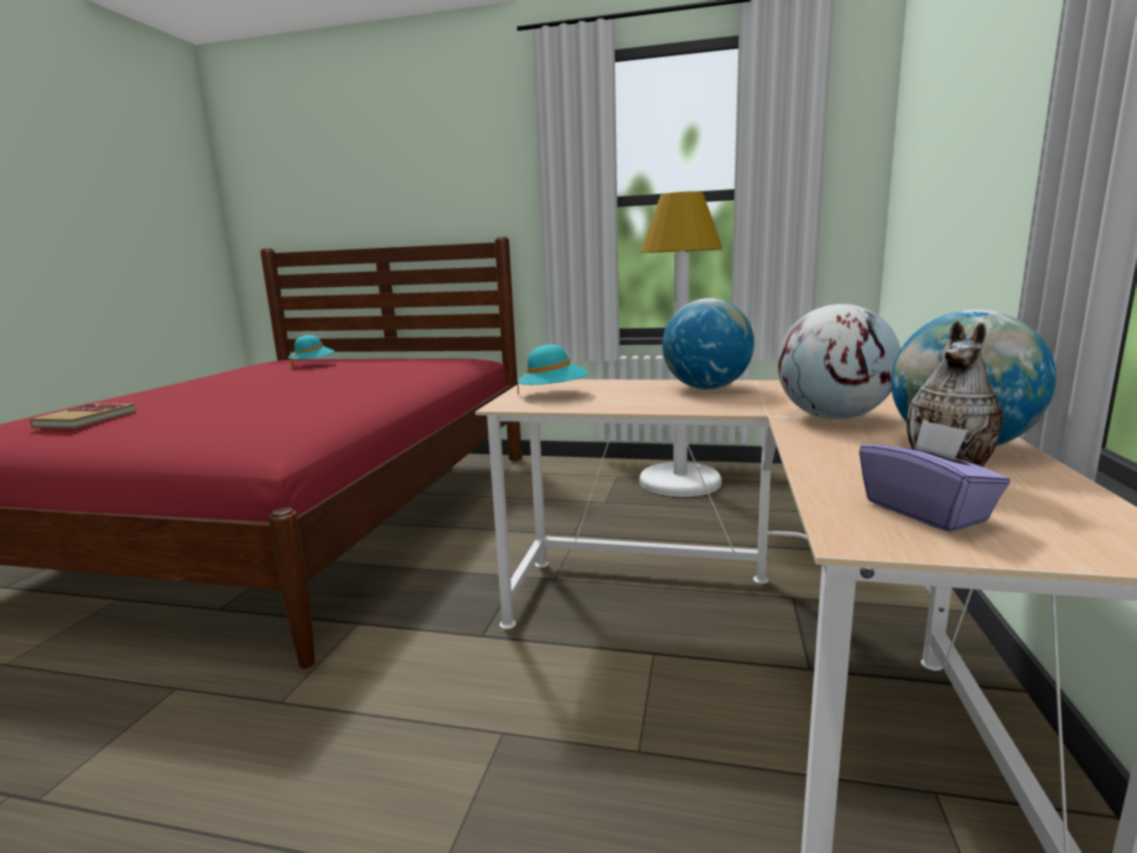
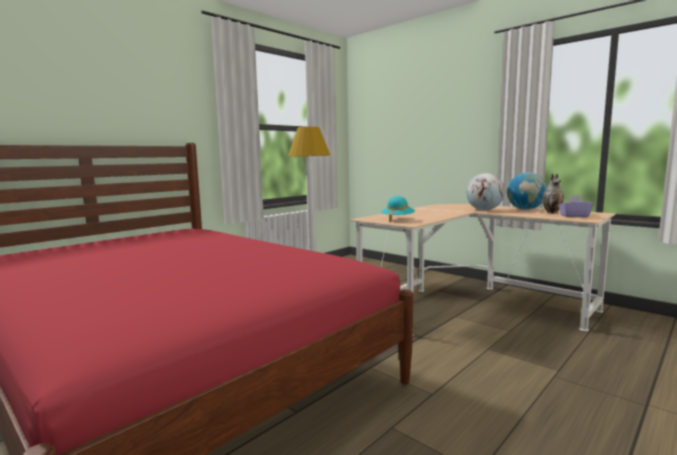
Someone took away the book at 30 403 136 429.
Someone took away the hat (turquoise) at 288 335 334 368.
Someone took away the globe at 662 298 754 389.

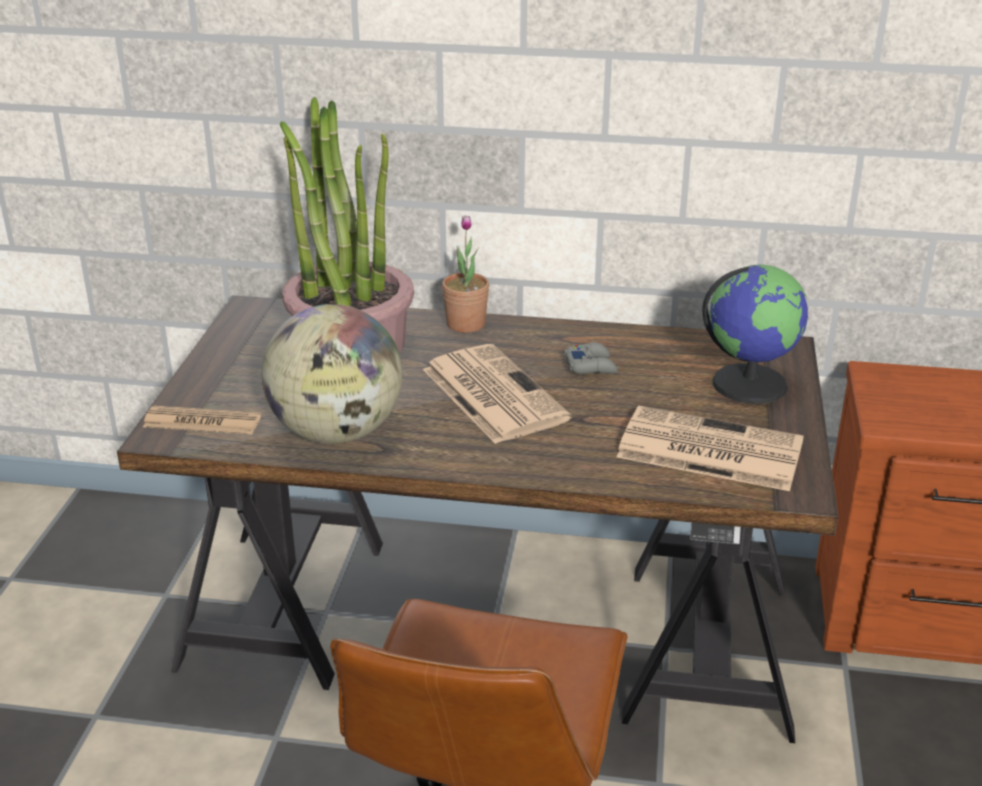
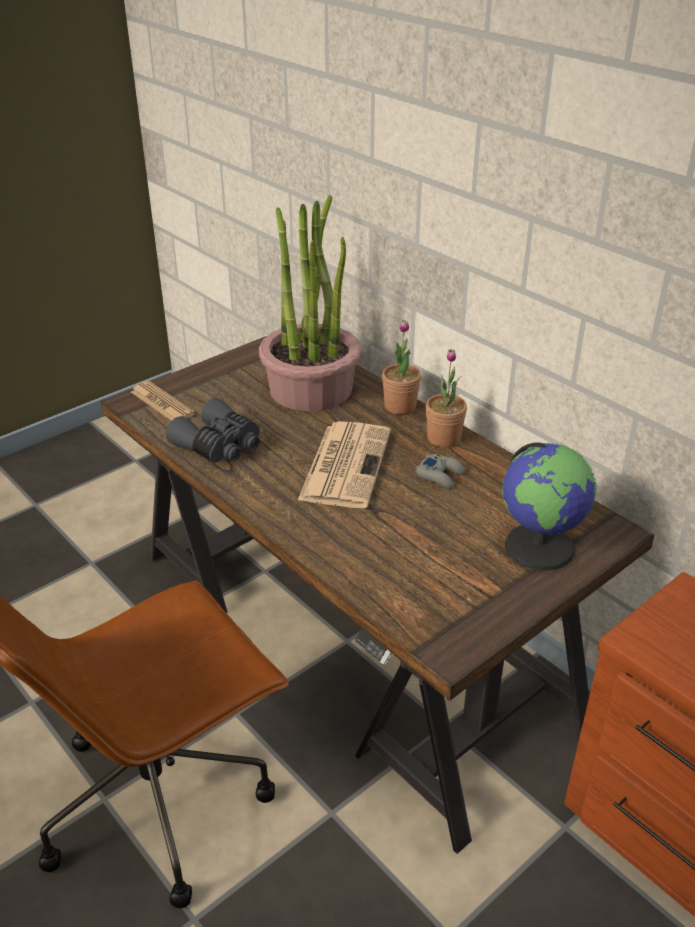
Someone swapped the globe at 262 304 402 444 for the binoculars (grey) at 166 398 260 463.
Someone took away the newspaper at 617 406 804 491.
Someone put down the potted plant at 426 349 467 447.

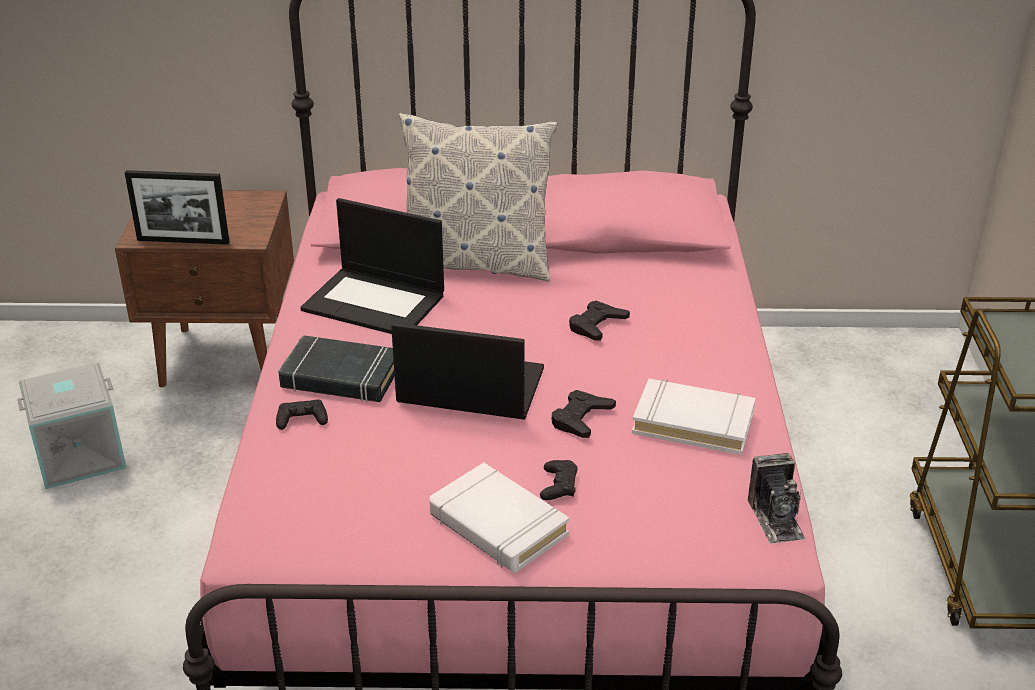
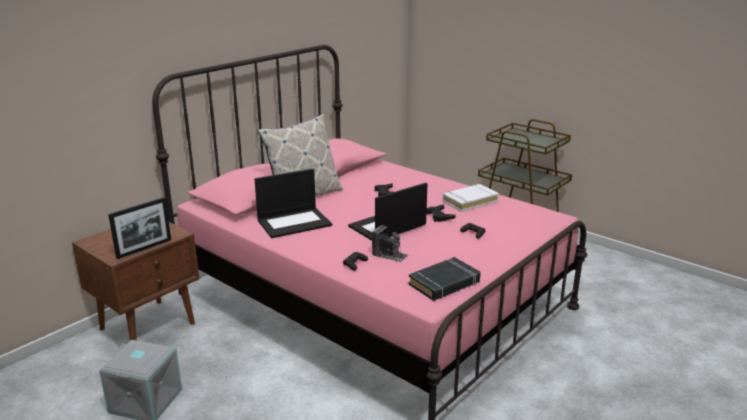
Someone carried the book (black) from 278 335 395 402 to 408 257 481 301.
Someone took away the book (white) at 429 463 569 573.
Someone carried the photo camera from 748 453 805 544 to 372 225 408 262.

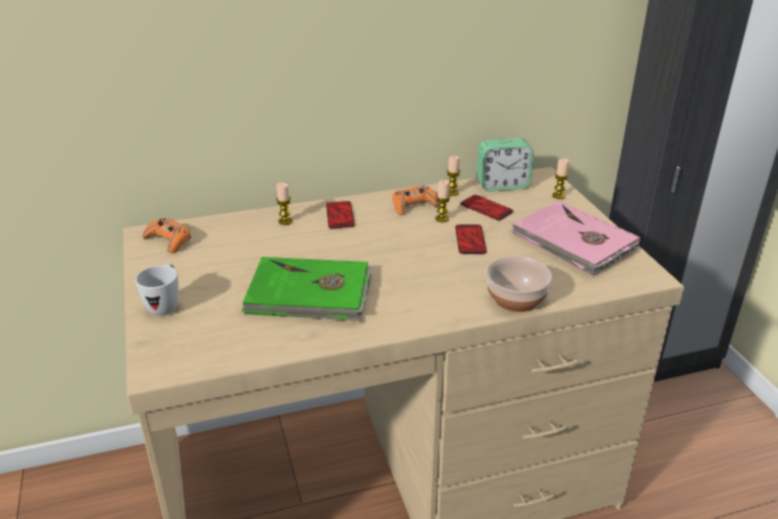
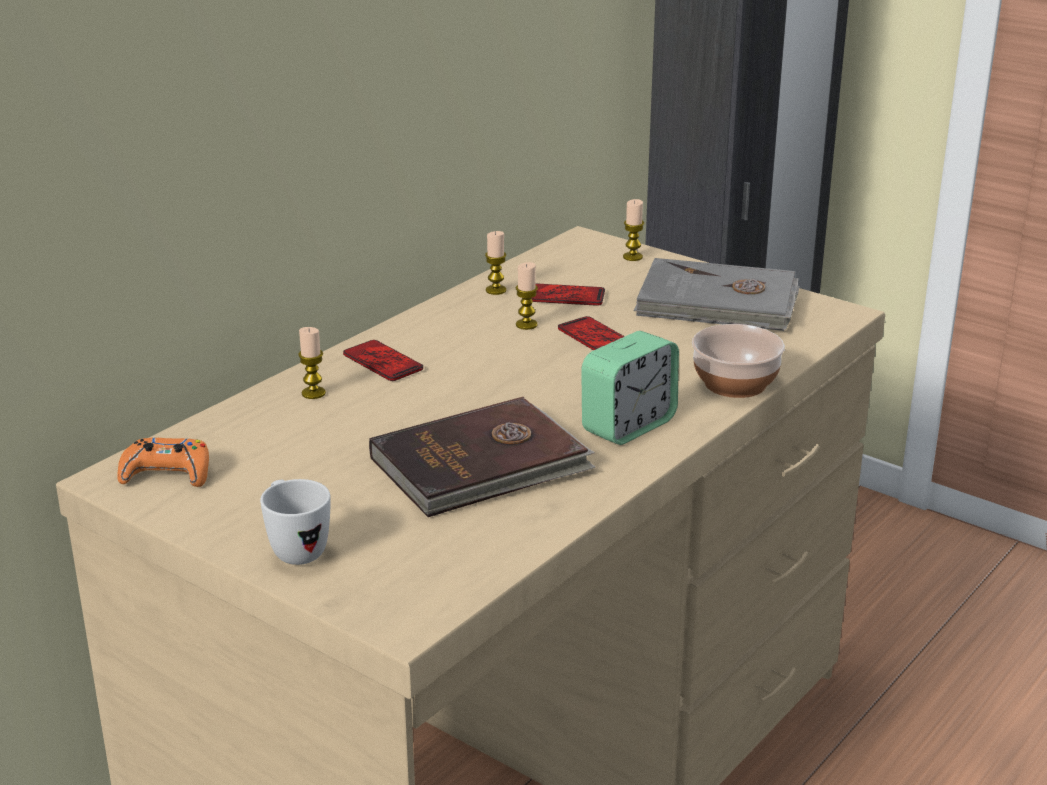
Someone repainted the book (green) at 242 257 372 321, which became the book (brown) at 369 397 596 517.
Someone took away the game controller (orange) at 393 186 439 215.
Someone carried the alarm clock from 477 138 534 191 to 581 331 679 445.
Someone repainted the book (pink) at 511 200 640 275, which became the book (grey) at 634 258 800 331.

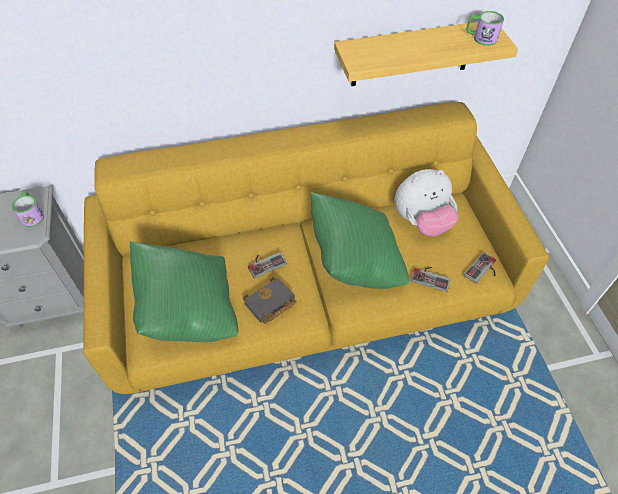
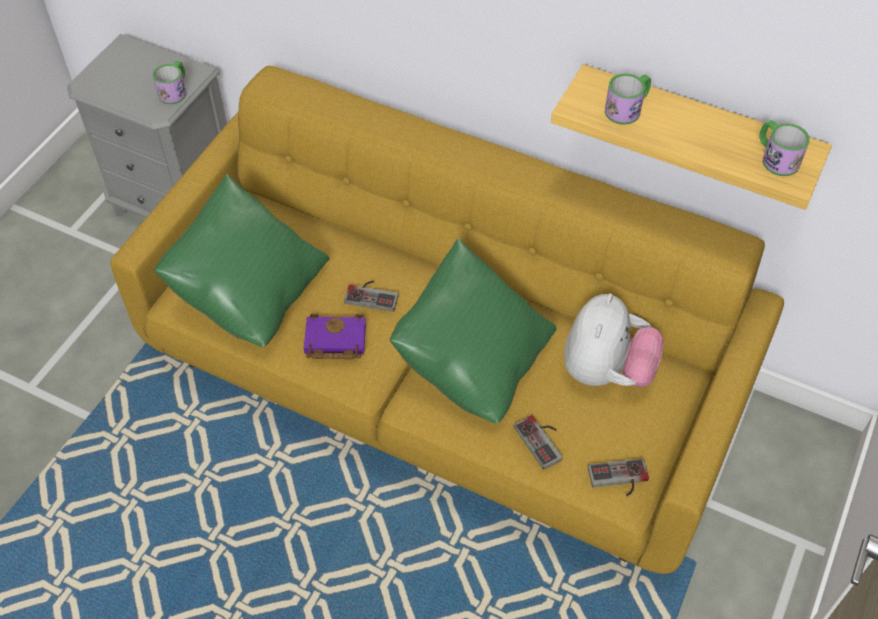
Someone repainted the book (black) at 243 277 297 324, which became the book (purple) at 304 313 366 359.
Someone rotated the plush toy at 394 169 458 237 by 90 degrees counterclockwise.
Someone put down the mug at 605 73 651 125.

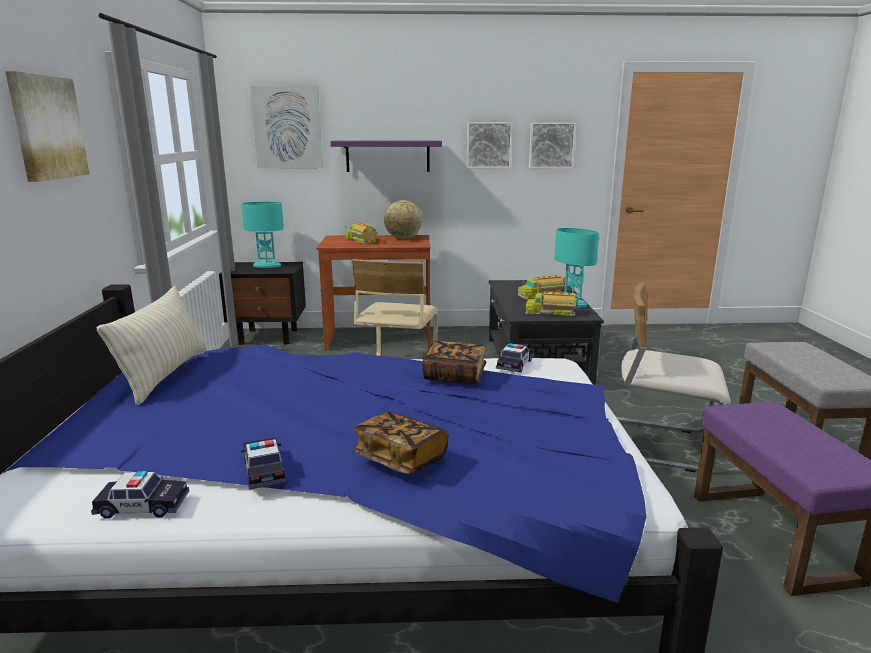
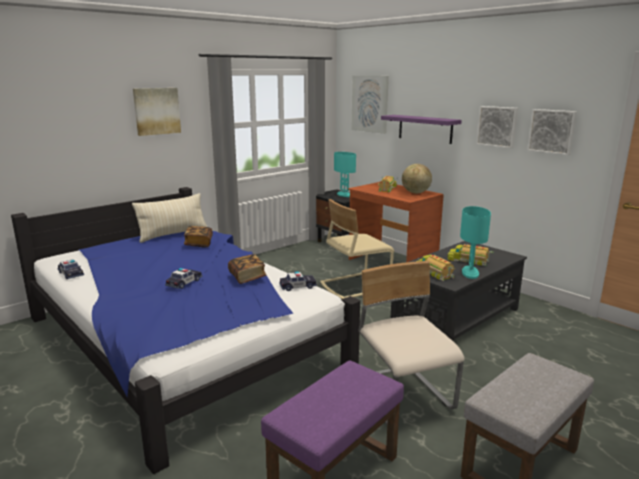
Someone carried the toy car from 241 437 287 490 to 165 268 202 289.
Someone carried the book from 353 412 449 475 to 184 226 213 248.

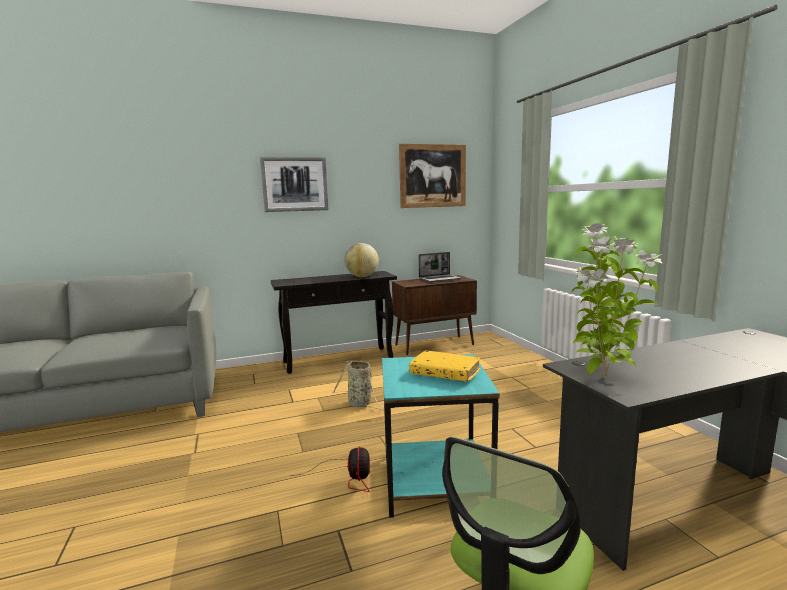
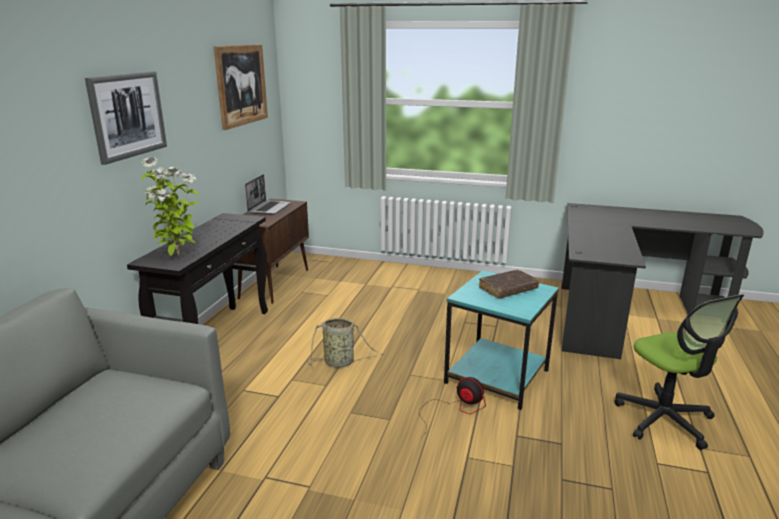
Someone took away the globe at 345 243 379 277.
Someone repainted the book (yellow) at 409 350 480 381, which became the book (brown) at 479 270 539 298.
Someone carried the potted plant from 572 223 662 377 to 141 157 199 256.

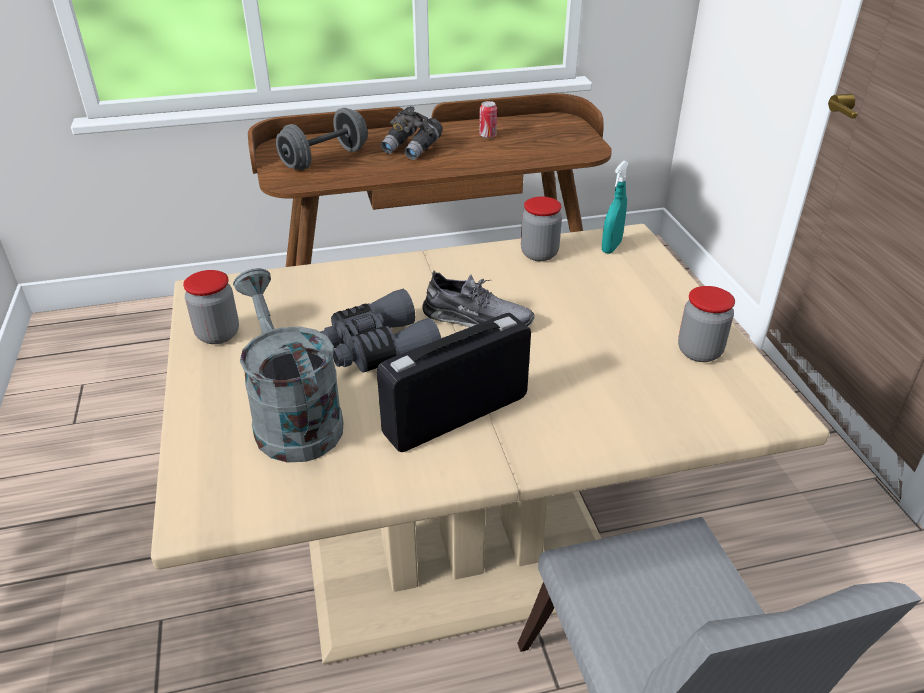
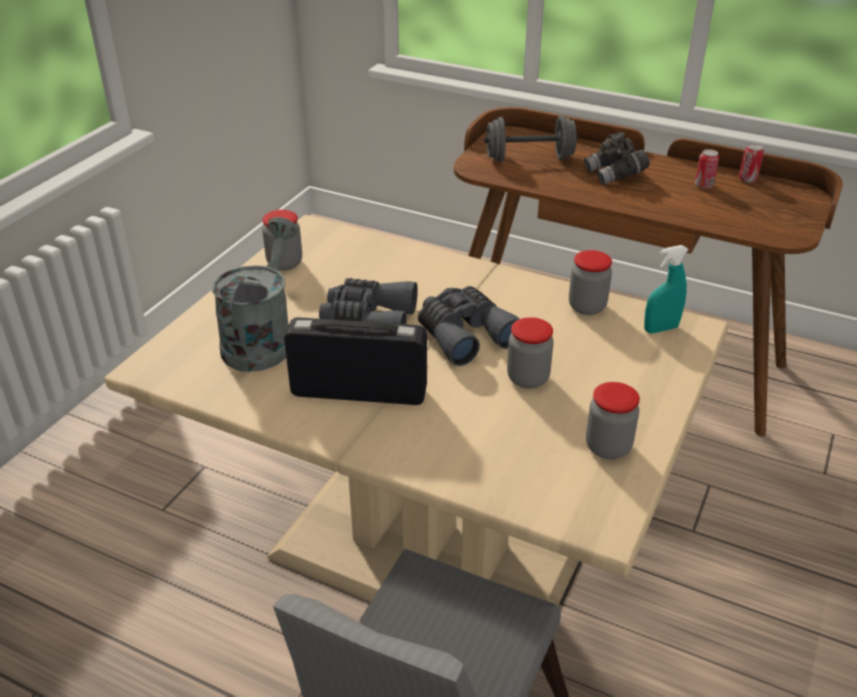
Someone swapped the shoe (grey) at 422 270 535 327 for the binoculars (grey) at 418 286 520 366.
Someone put down the jar at 507 317 554 389.
Someone put down the can at 739 143 764 182.

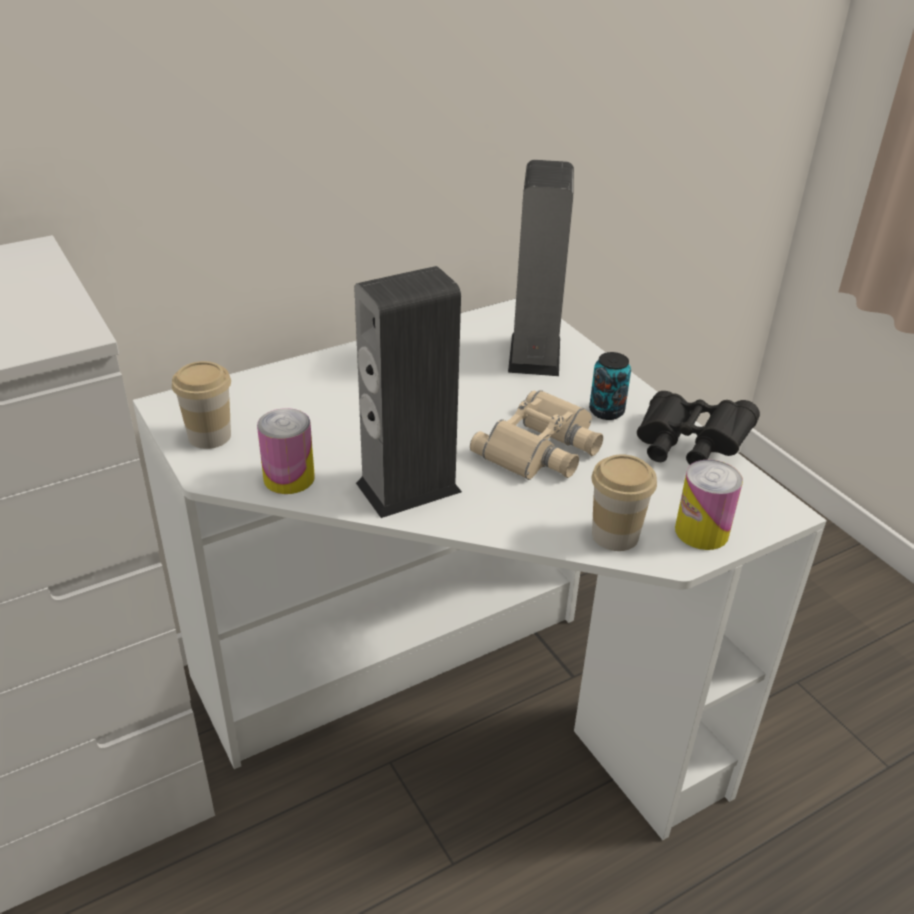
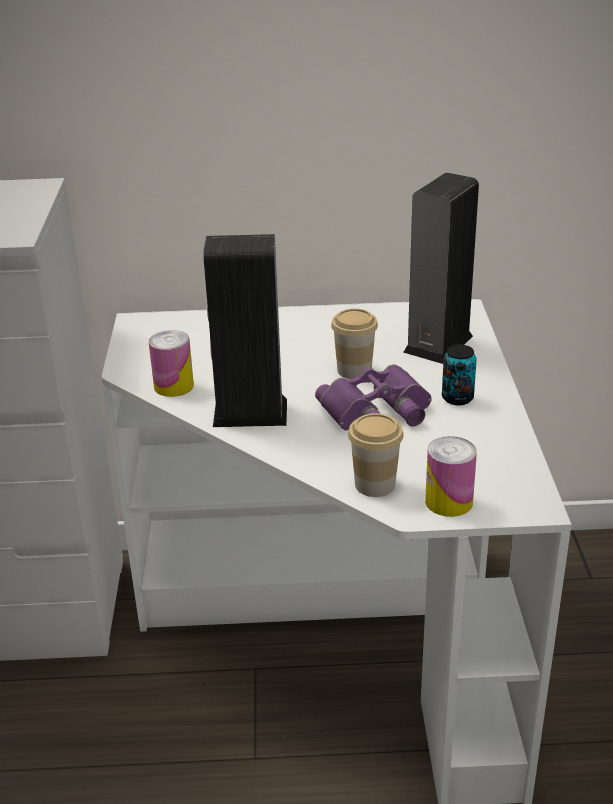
Someone carried the cup from 172 361 231 449 to 331 308 378 379.
Someone repainted the binoculars (beige) at 470 390 603 480, which became the binoculars (purple) at 315 364 432 430.
Someone took away the binoculars (black) at 637 391 760 465.

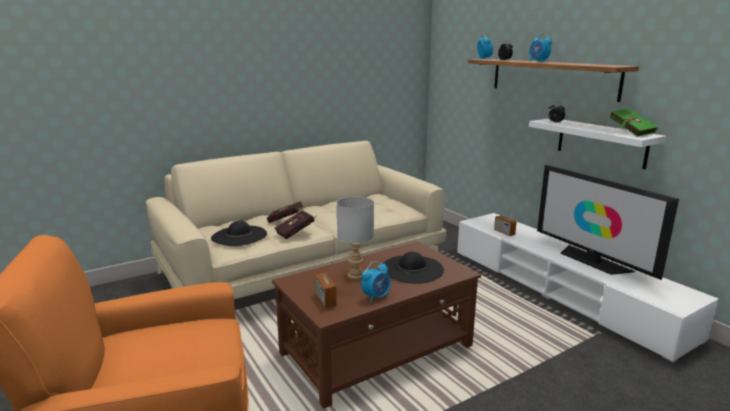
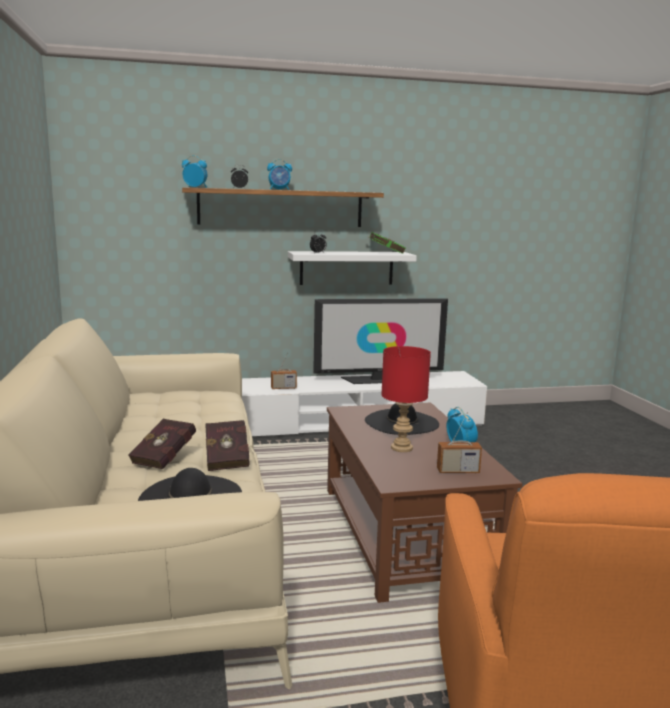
Someone repainted the table lamp (grey) at 337 196 374 280, which became the table lamp (red) at 381 346 431 452.

